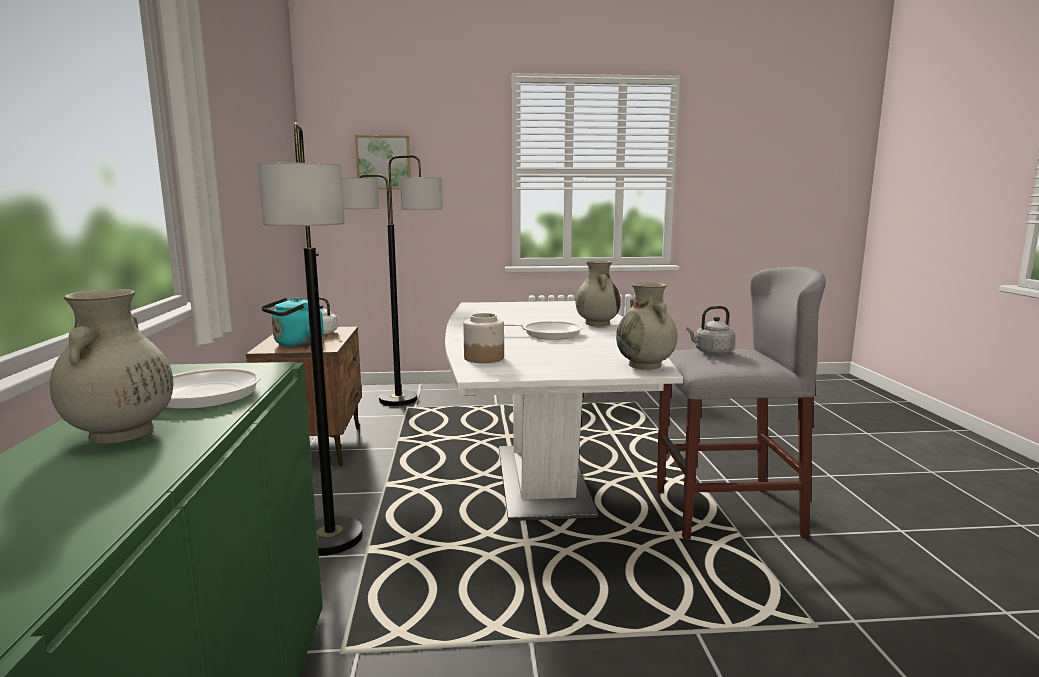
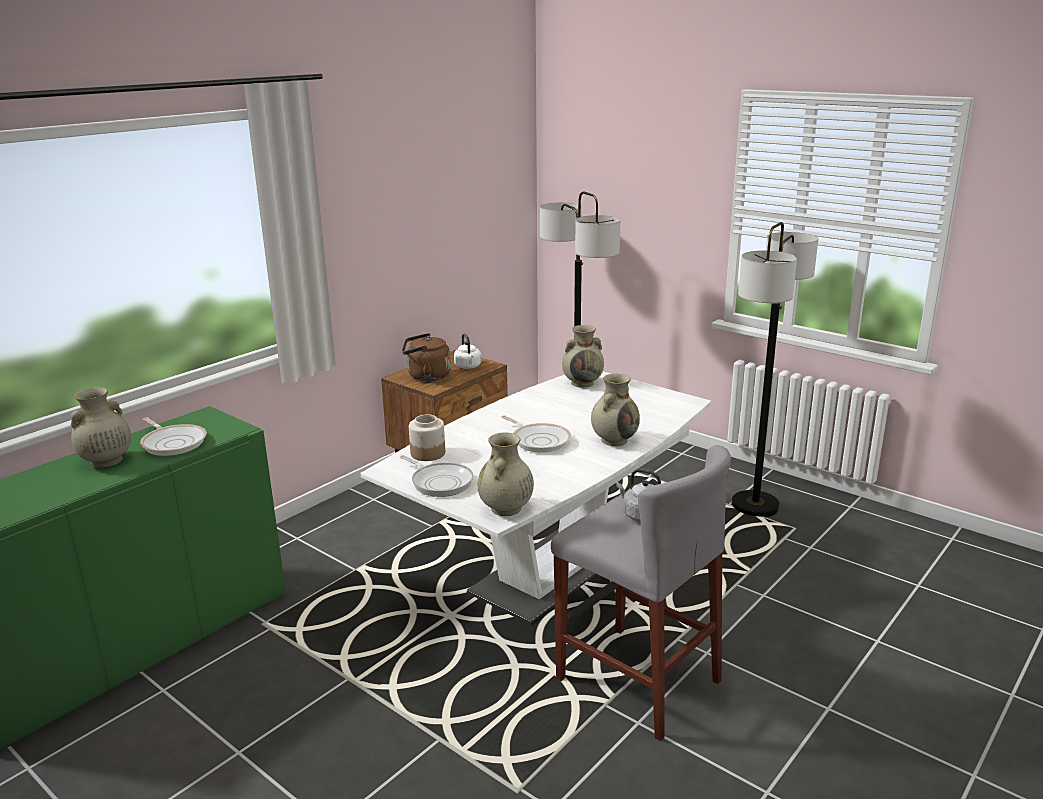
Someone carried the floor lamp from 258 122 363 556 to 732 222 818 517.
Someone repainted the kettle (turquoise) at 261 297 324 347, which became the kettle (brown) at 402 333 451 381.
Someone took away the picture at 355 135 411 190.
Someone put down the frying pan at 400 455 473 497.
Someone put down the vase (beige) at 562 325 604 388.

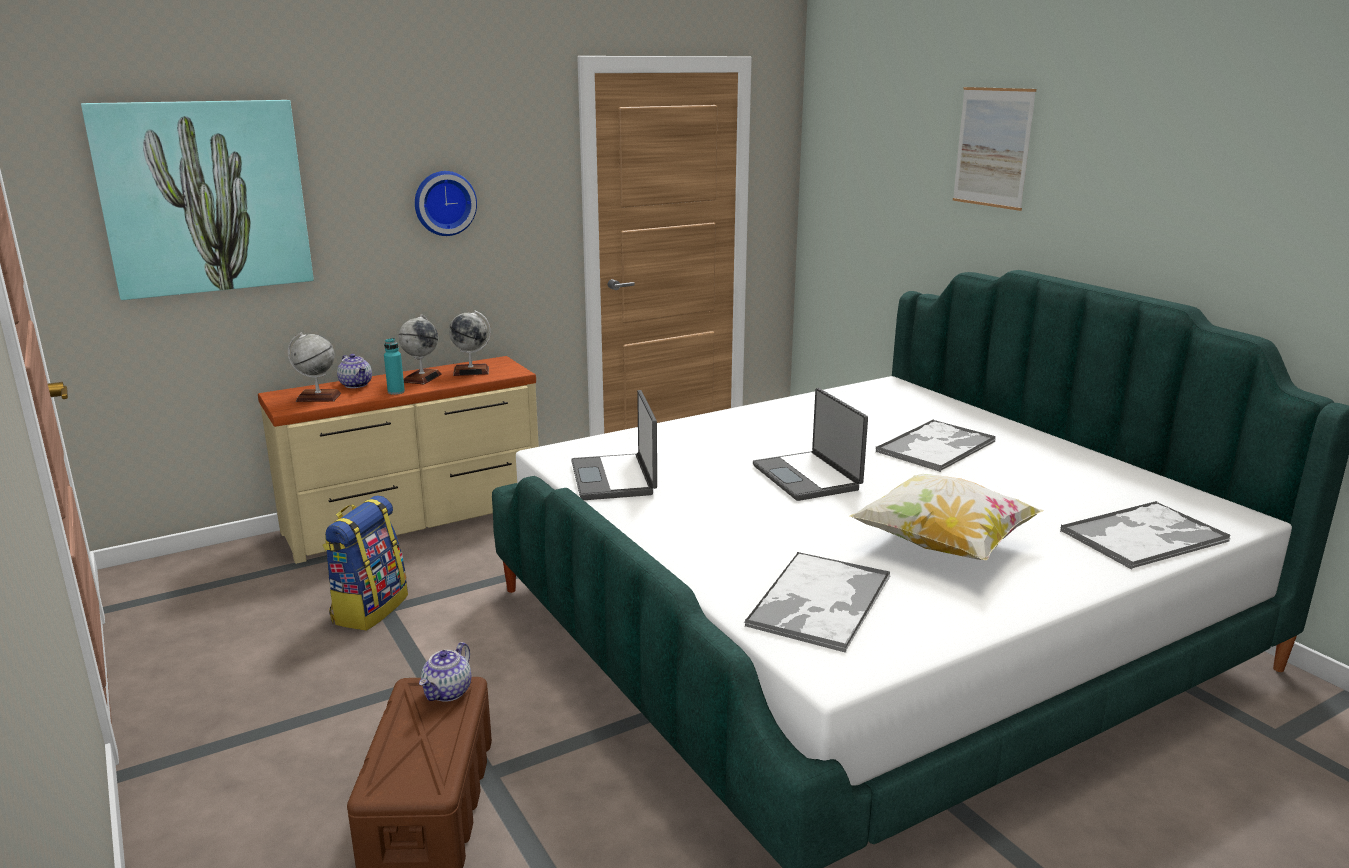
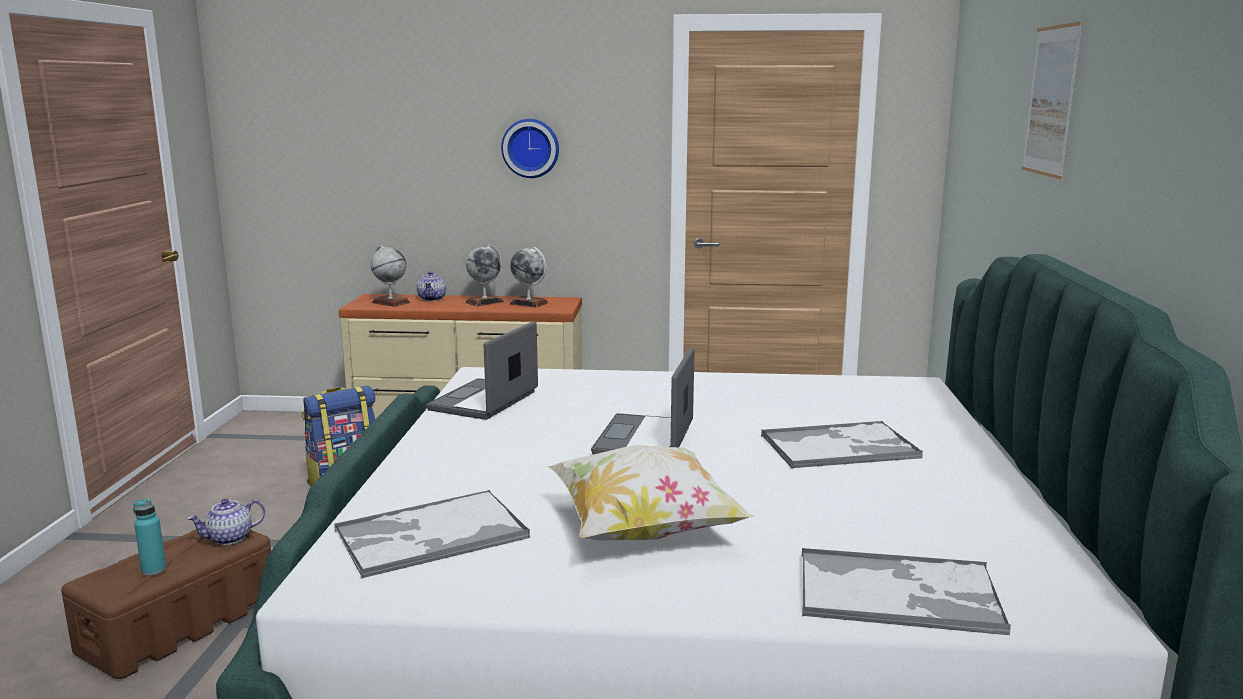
Someone took away the picture at 81 100 314 300.
Someone carried the bottle (turquoise) from 384 338 405 395 to 133 499 166 575.

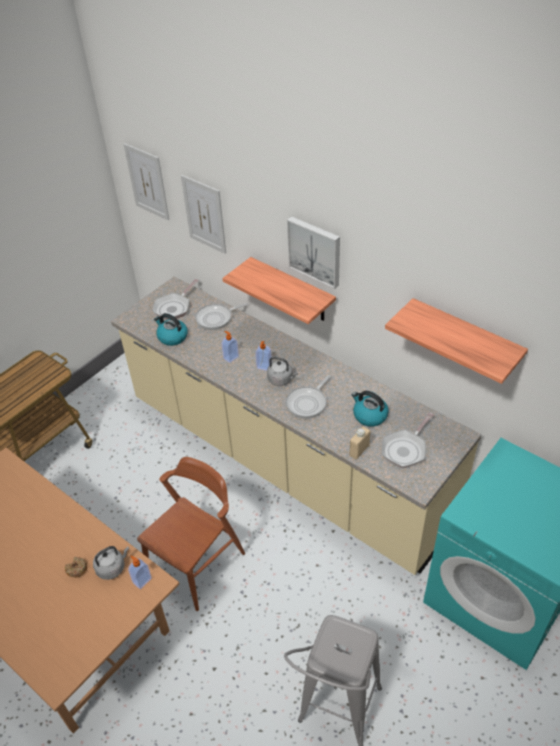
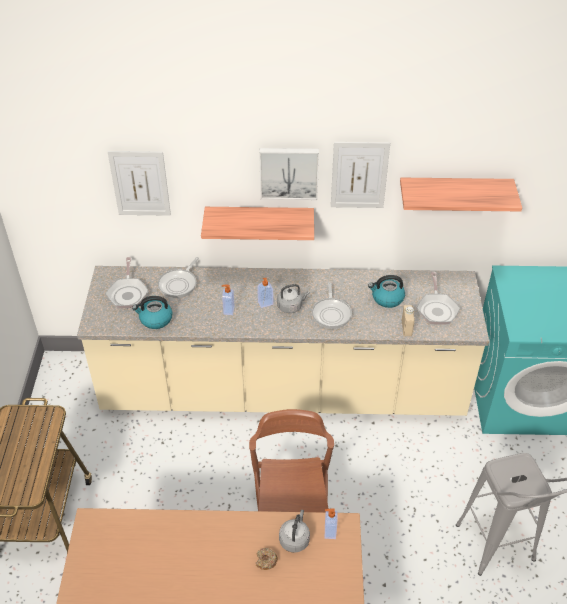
Someone carried the picture from 124 143 169 221 to 331 142 390 208.

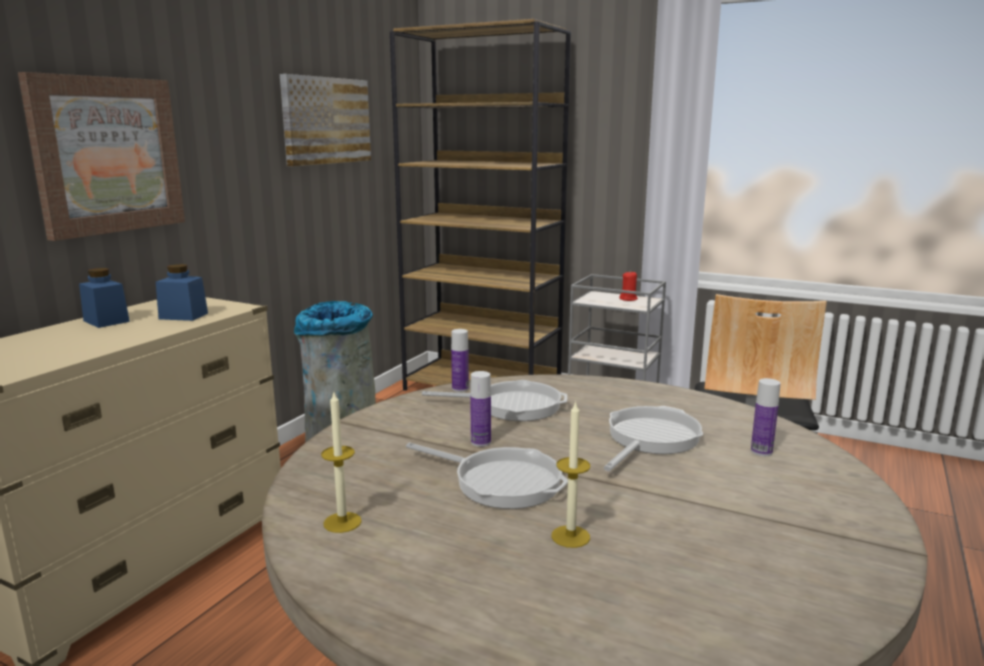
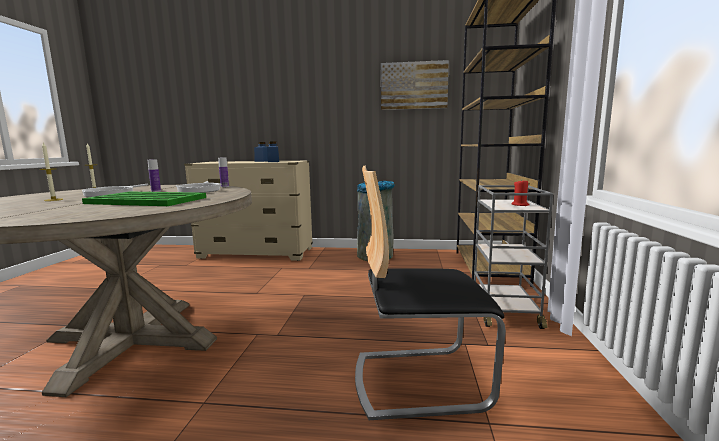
Someone took away the picture at 18 72 185 241.
Someone swapped the frying pan at 604 406 703 471 for the tray (green) at 82 192 206 206.
Someone took away the bottle at 751 378 781 456.

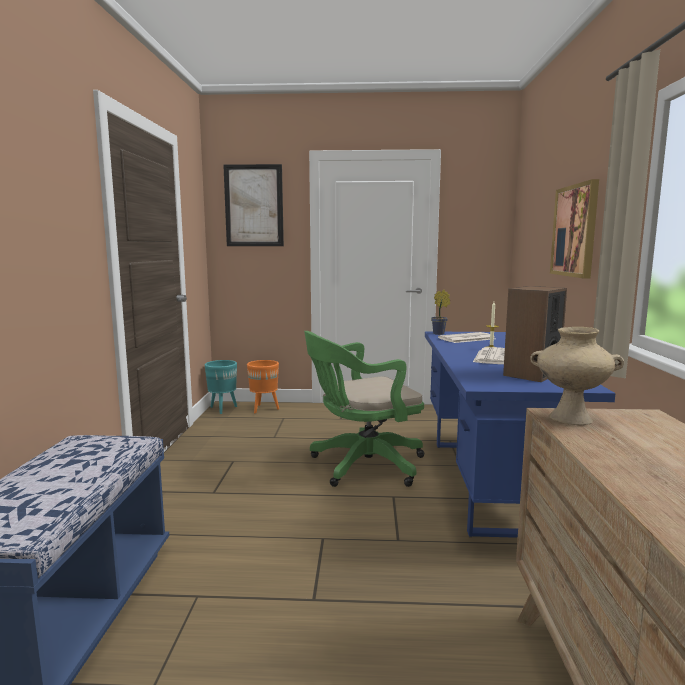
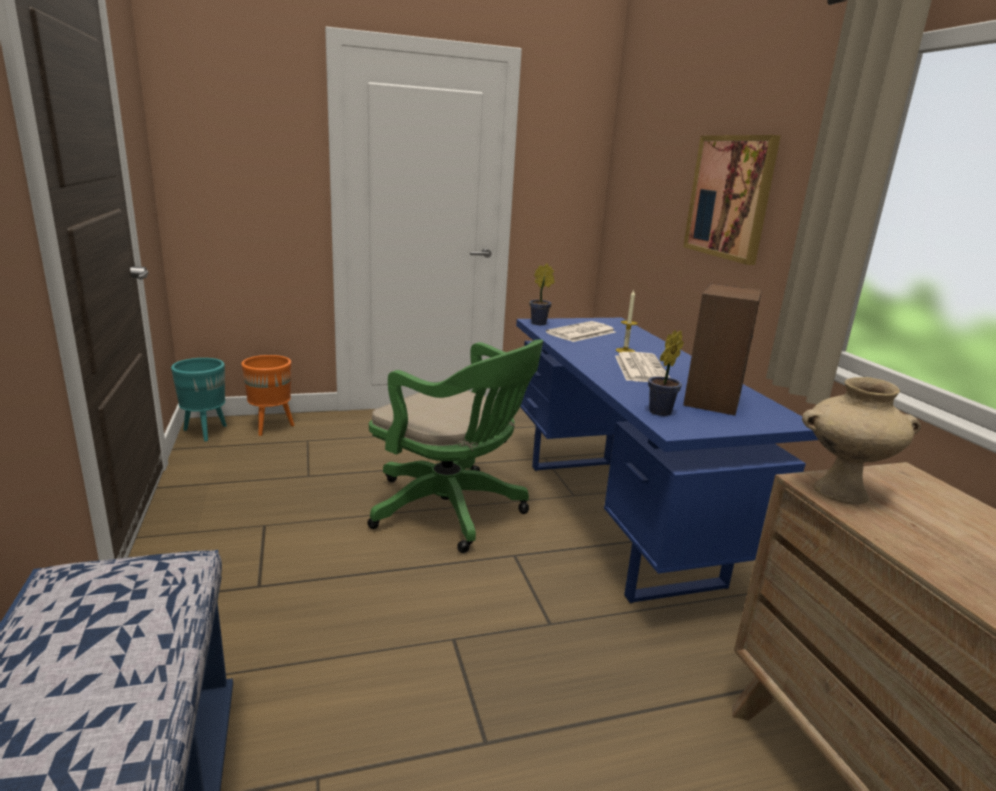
Someone took away the picture at 223 164 284 246.
Someone rotated the office chair (green) at 304 331 425 487 by 105 degrees counterclockwise.
Someone put down the potted plant at 648 330 684 416.

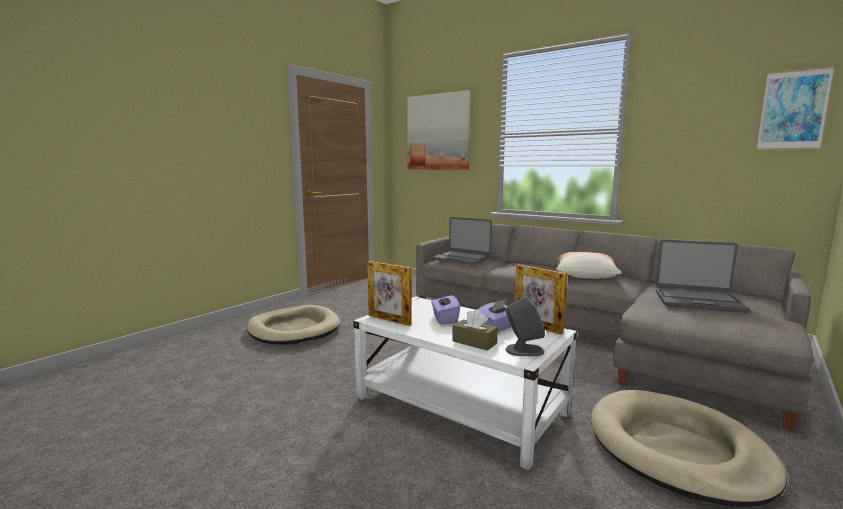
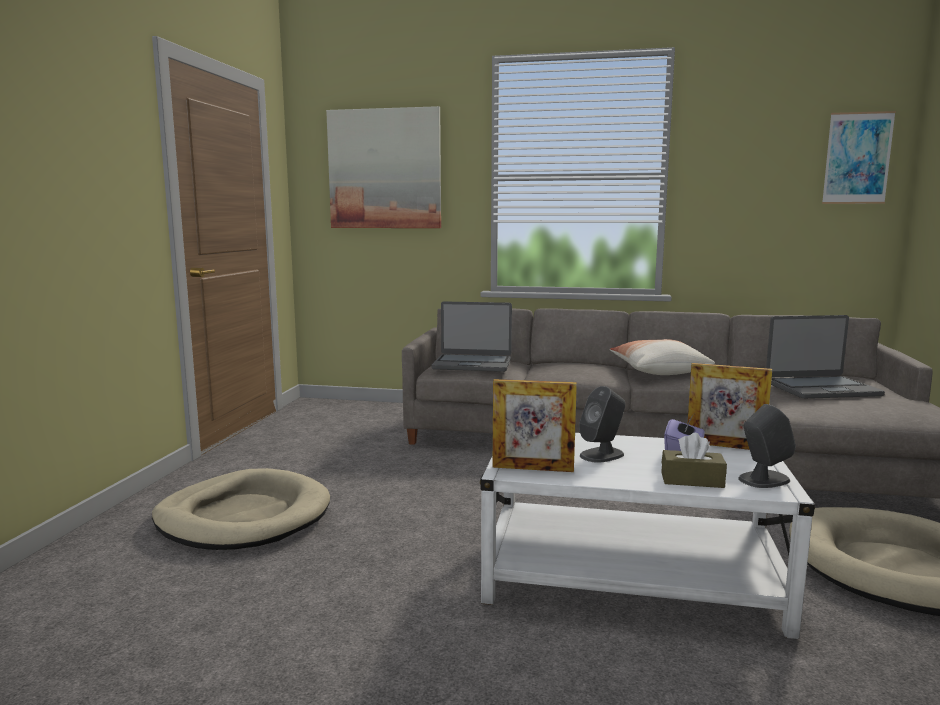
Someone swapped the tissue box (purple) at 431 295 460 324 for the speaker (grey) at 579 386 625 463.

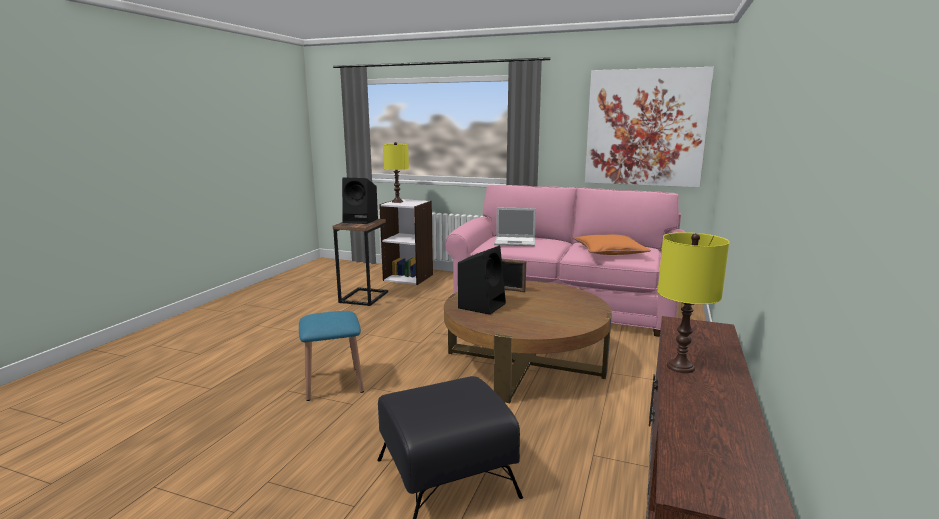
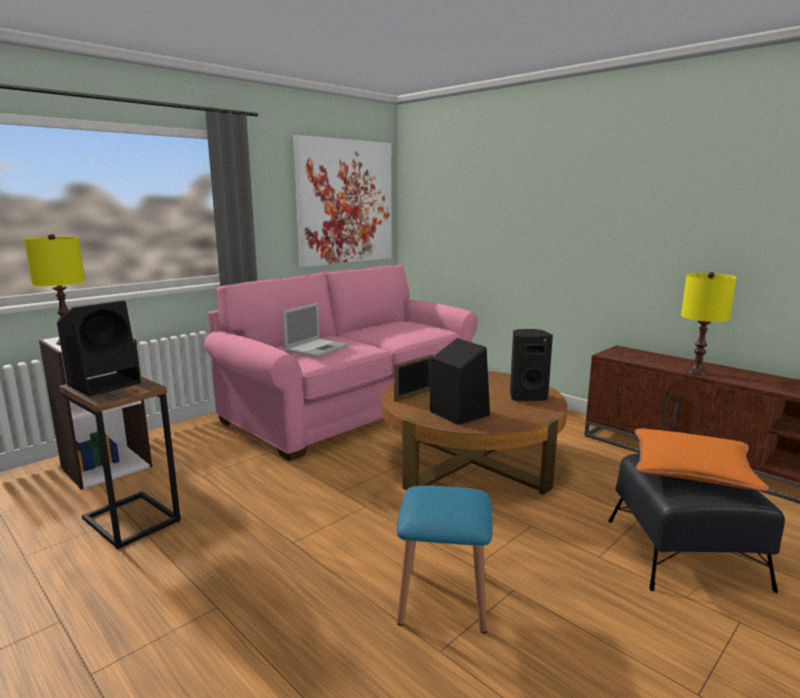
Someone carried the pillow (orange) from 574 235 651 255 to 635 428 769 491.
Someone put down the speaker (black) at 510 329 553 401.

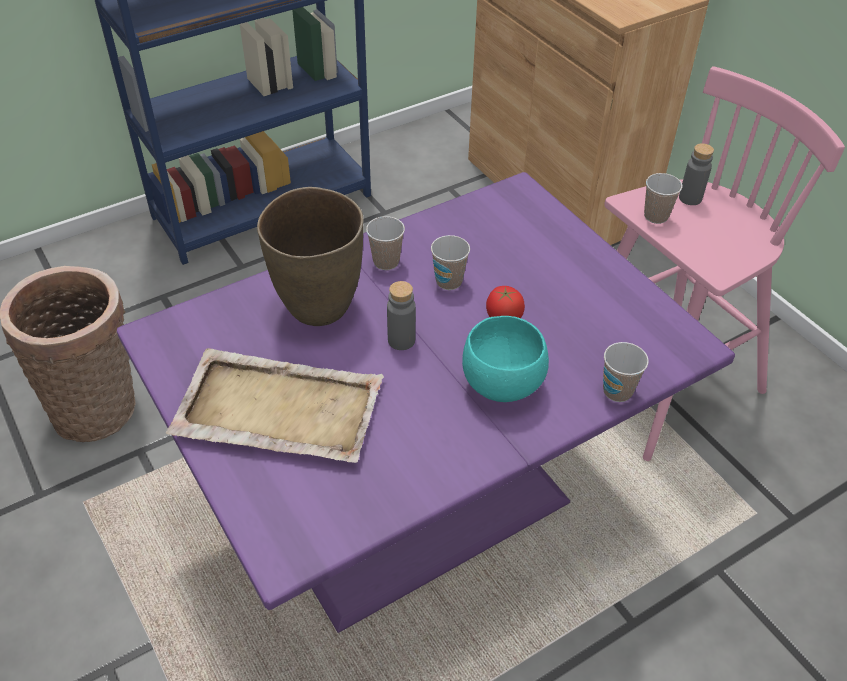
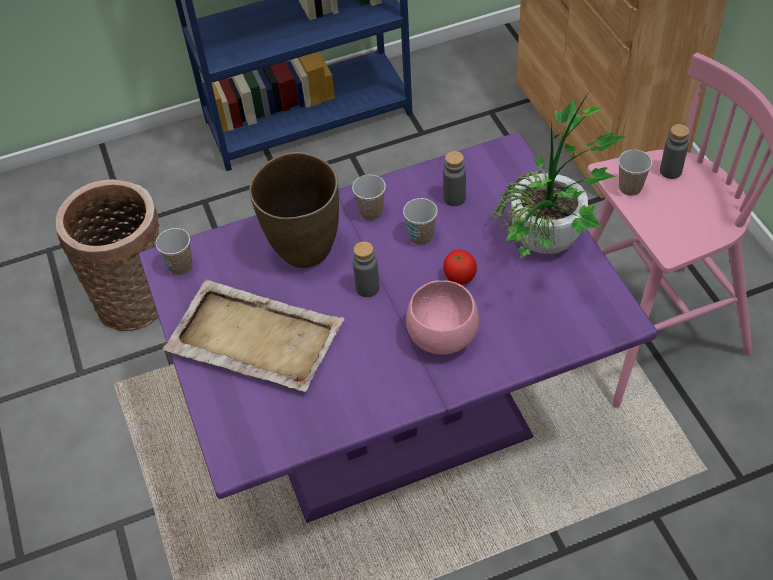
Someone repainted the bowl (turquoise) at 462 316 549 402, which became the bowl (pink) at 406 280 479 355.
Someone carried the cup from 603 342 649 402 to 156 228 192 275.
Someone put down the bottle (grey) at 443 151 466 206.
Someone put down the potted plant at 491 92 626 258.

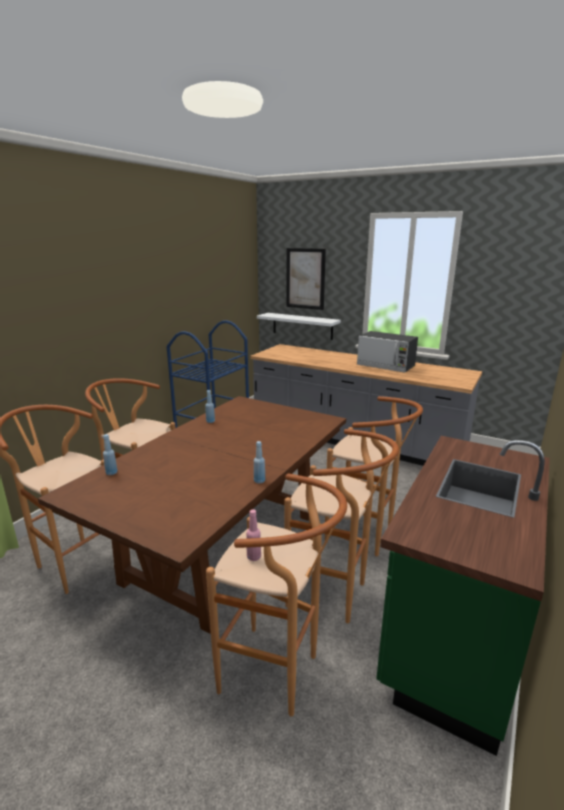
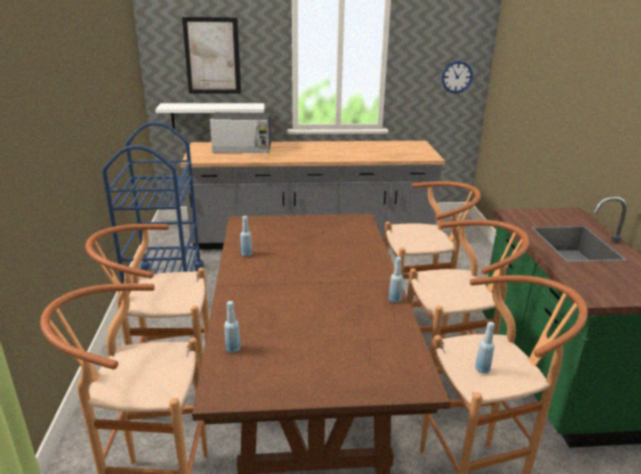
Someone repainted the bottle (pink) at 246 509 261 561, which became the bottle (blue) at 475 322 495 374.
Someone carried the microwave from 357 331 418 373 to 210 112 271 153.
Someone put up the wall clock at 442 61 473 93.

